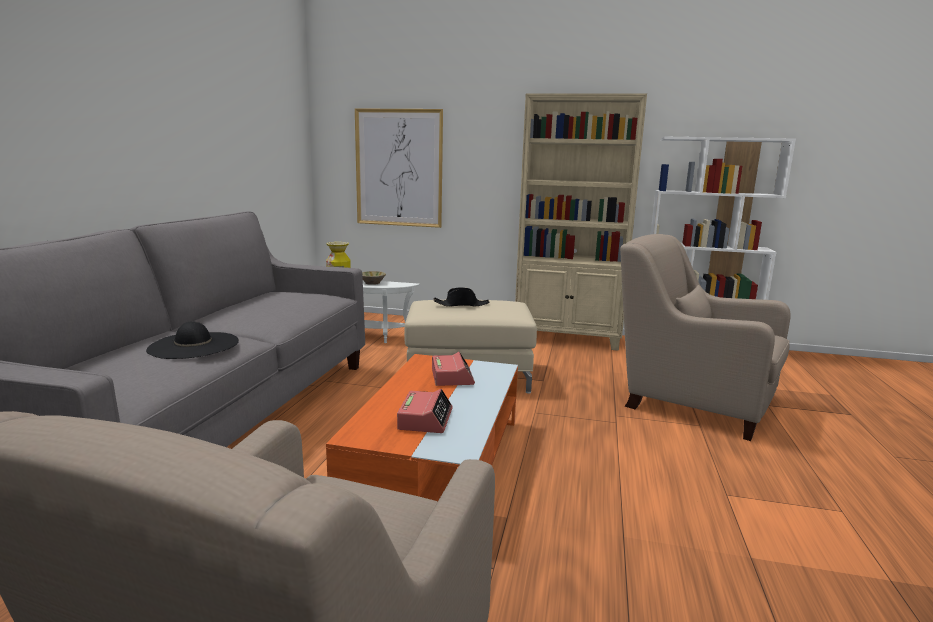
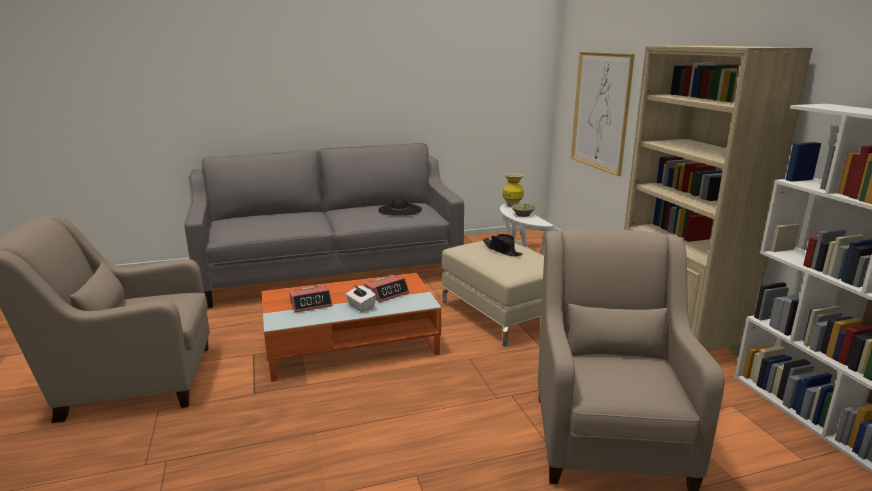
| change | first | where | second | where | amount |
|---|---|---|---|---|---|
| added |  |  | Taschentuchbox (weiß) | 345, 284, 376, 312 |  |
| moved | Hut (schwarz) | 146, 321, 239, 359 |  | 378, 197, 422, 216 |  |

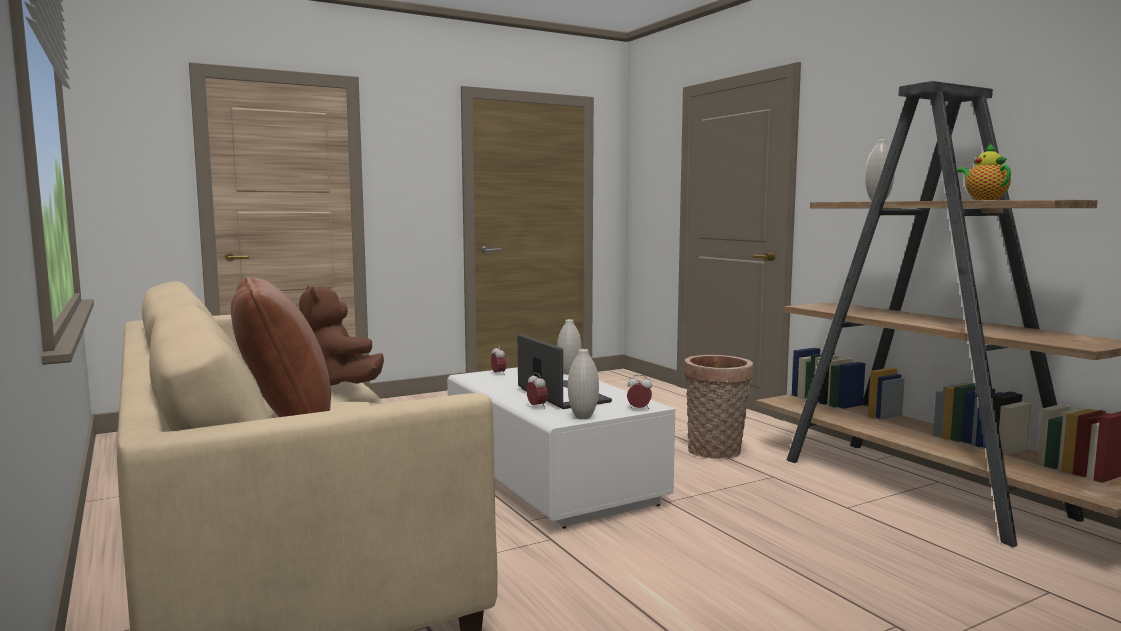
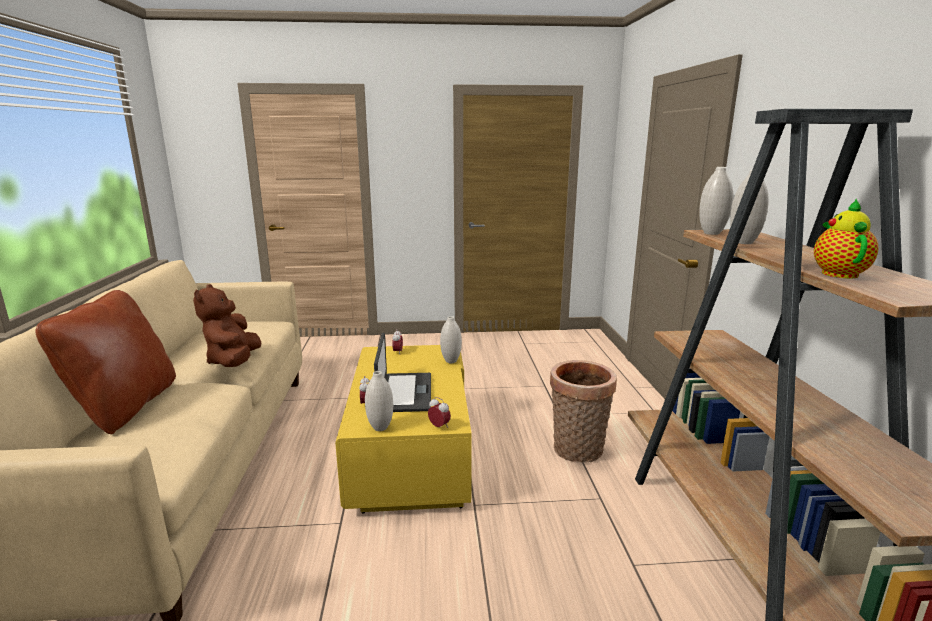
| change | first | where | second | where | amount |
|---|---|---|---|---|---|
| recoloured | Couchtisch (weiß) | 447, 367, 675, 529 | Couchtisch (gelb) | 335, 345, 472, 514 |  |
| added |  |  | Vase (weiß) | 699, 167, 733, 235 |  |

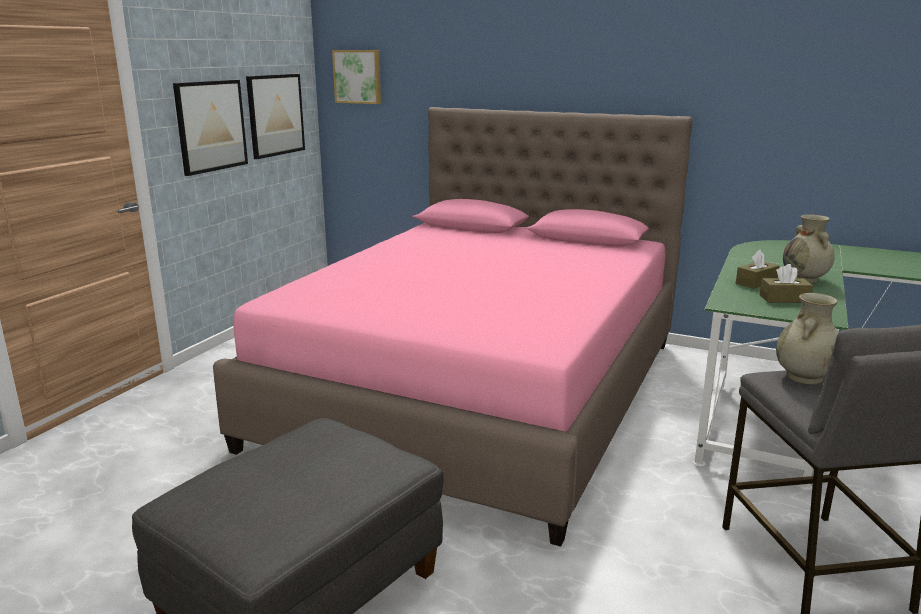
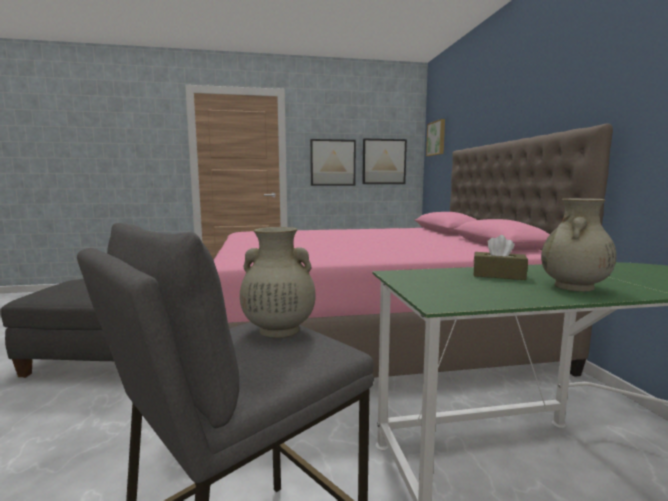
| change | first | where | second | where | amount |
|---|---|---|---|---|---|
| removed | Taschentuchbox (braun) | 760, 264, 813, 303 |  |  |  |

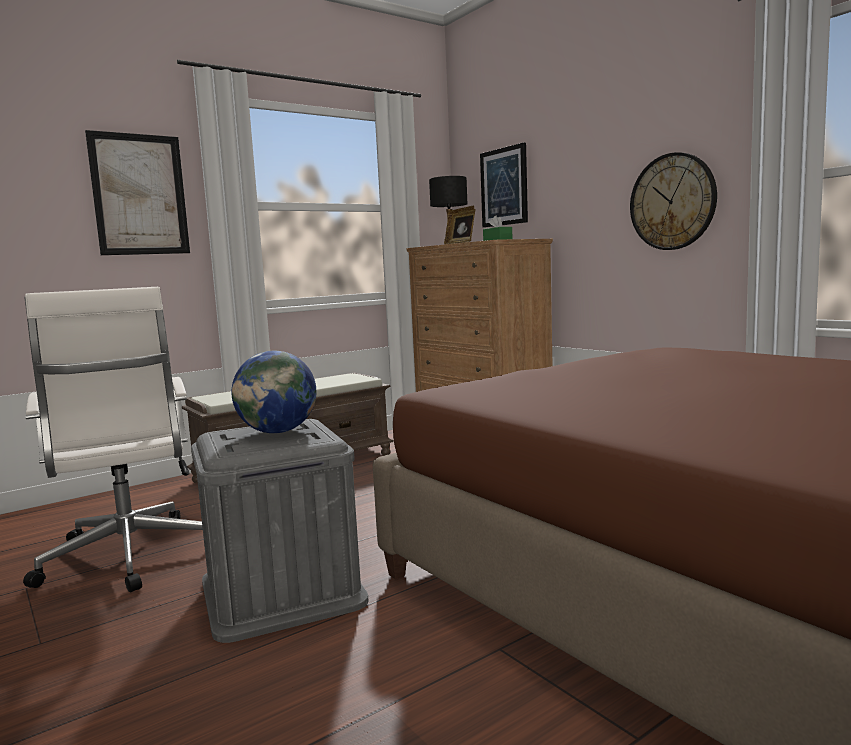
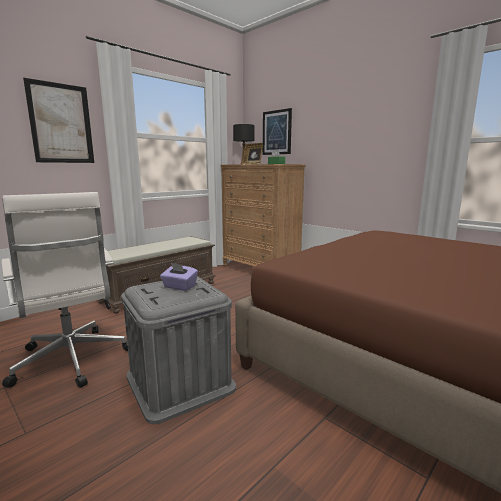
| change | first | where | second | where | amount |
|---|---|---|---|---|---|
| replaced | Globus | 231, 351, 316, 433 | Taschentuchbox (lila) | 160, 263, 198, 291 |  |
| removed | Wanduhr | 630, 152, 717, 250 |  |  |  |

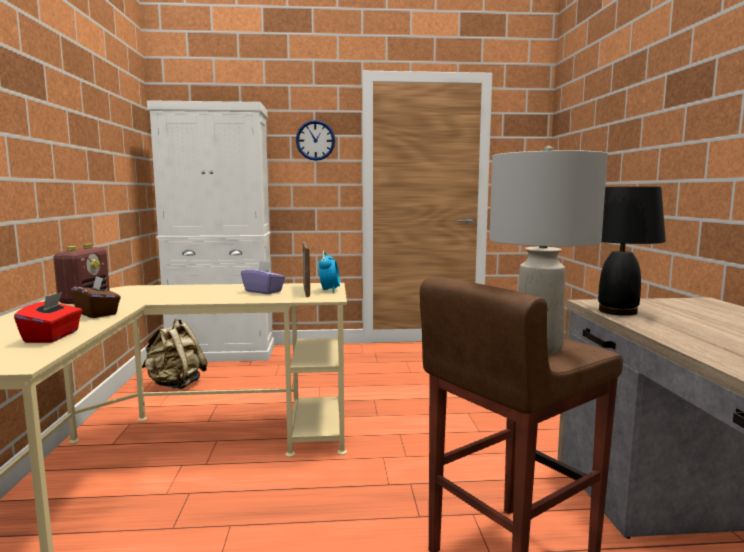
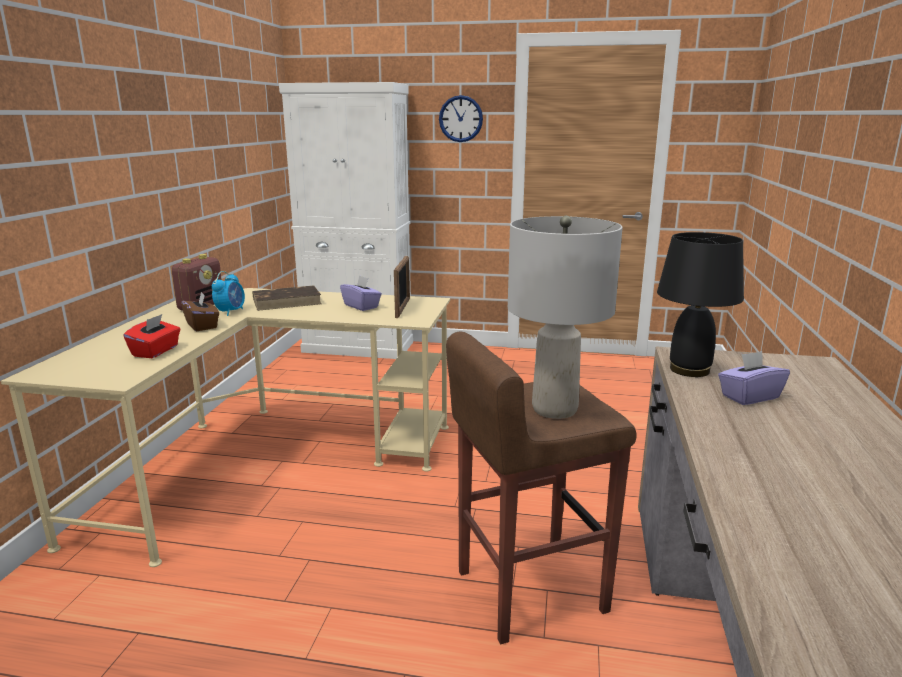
| change | first | where | second | where | amount |
|---|---|---|---|---|---|
| moved | Wecker | 318, 251, 340, 293 |  | 212, 271, 245, 316 |  |
| added |  |  | Buch (braun) | 252, 285, 321, 311 |  |
| added |  |  | Taschentuchbox (lila) | 718, 351, 790, 405 |  |
| removed | Rucksack (beige) | 142, 318, 207, 390 |  |  |  |

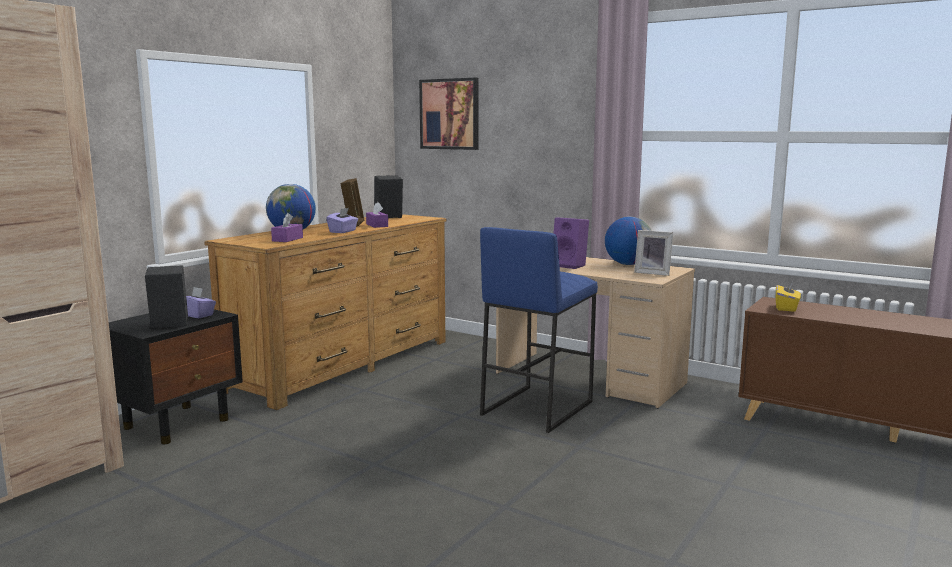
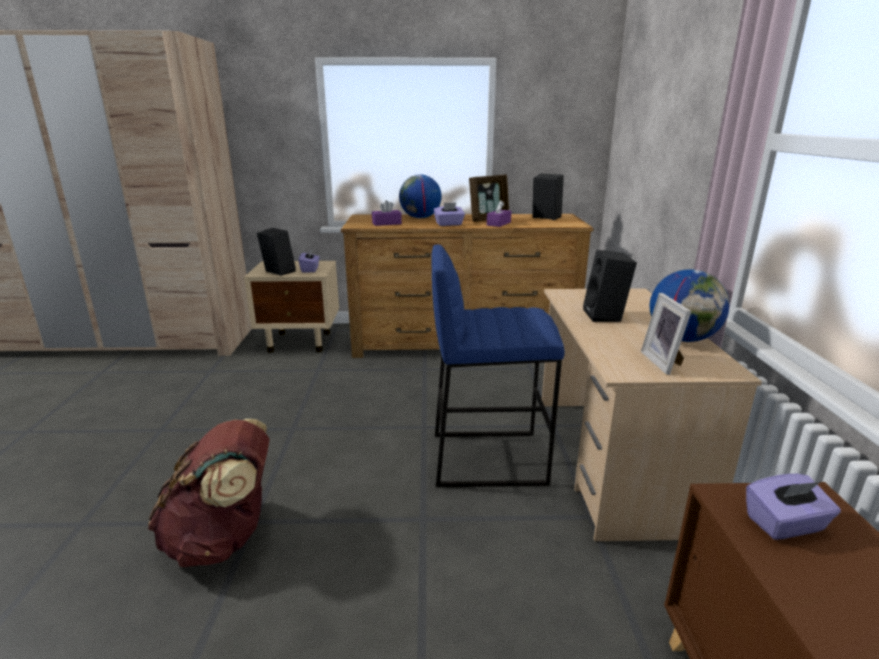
| change | first | where | second | where | amount |
|---|---|---|---|---|---|
| added |  |  | Rucksack (braun) | 148, 419, 270, 567 |  |
| recoloured | Nachttisch (schwarz) | 109, 309, 243, 444 | Nachttisch (beige) | 244, 261, 339, 353 |  |
| recoloured | Lautsprecher (lila) | 554, 217, 589, 269 | Lautsprecher (schwarz) | 583, 250, 637, 322 |  |
| recoloured | Taschentuchbox (gelb) | 776, 280, 801, 312 | Taschentuchbox (lila) | 746, 474, 841, 540 |  |
| removed | Bild | 419, 78, 478, 150 |  |  |  |

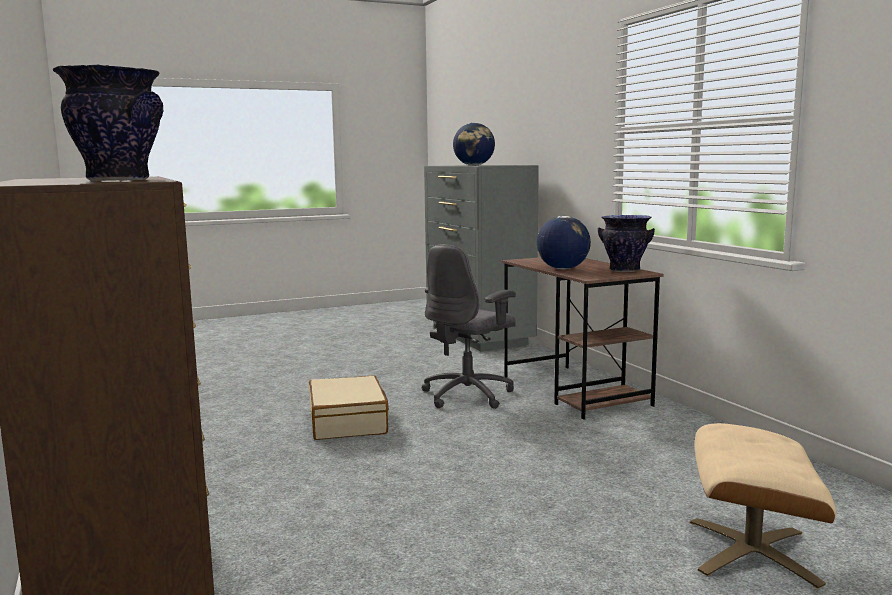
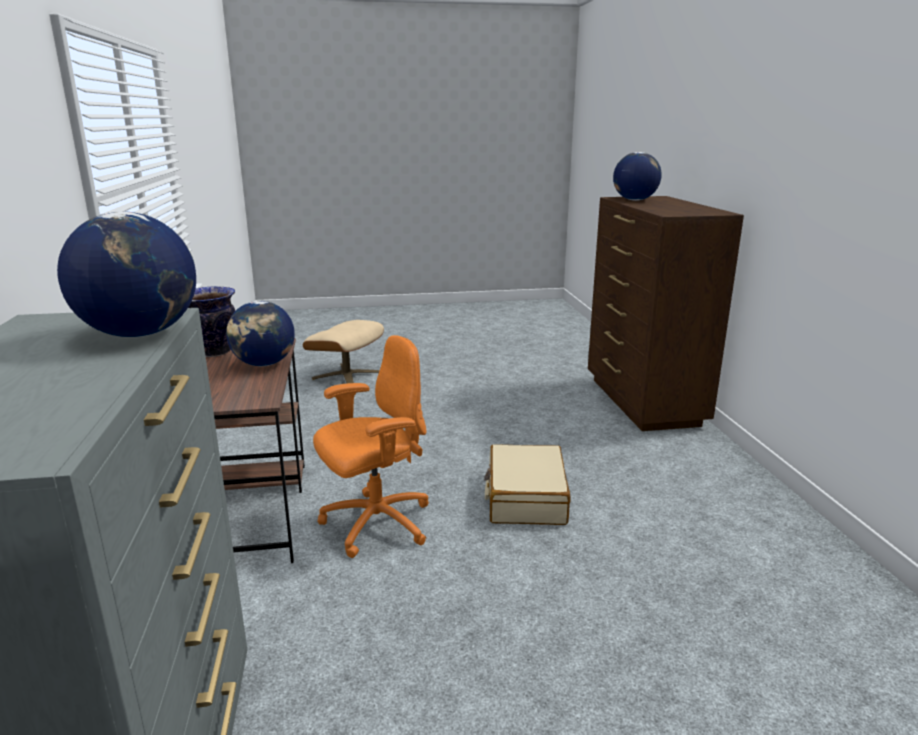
| change | first | where | second | where | amount |
|---|---|---|---|---|---|
| recoloured | Bürostuhl (grau) | 422, 244, 516, 409 | Bürostuhl (orange) | 313, 335, 429, 558 |  |
| replaced | Vase | 52, 65, 163, 181 | Globus | 613, 152, 662, 201 |  |

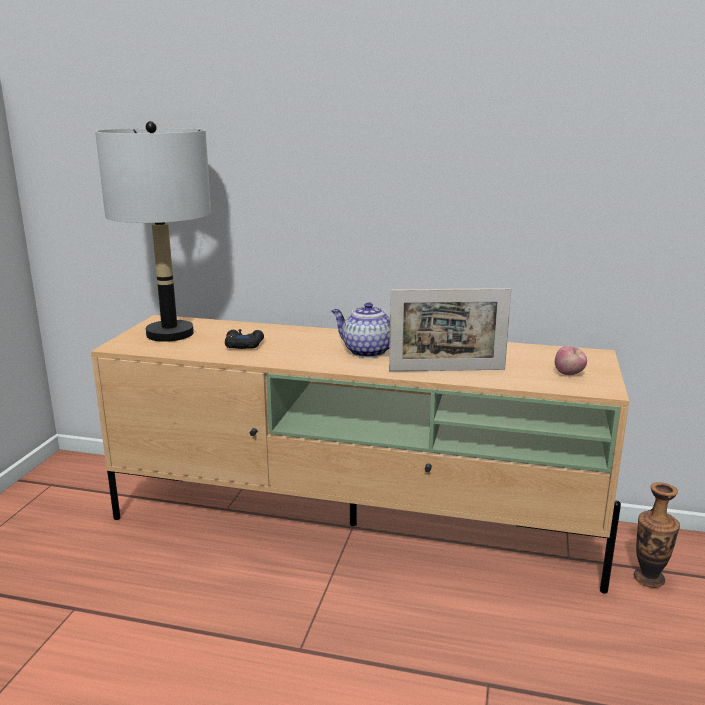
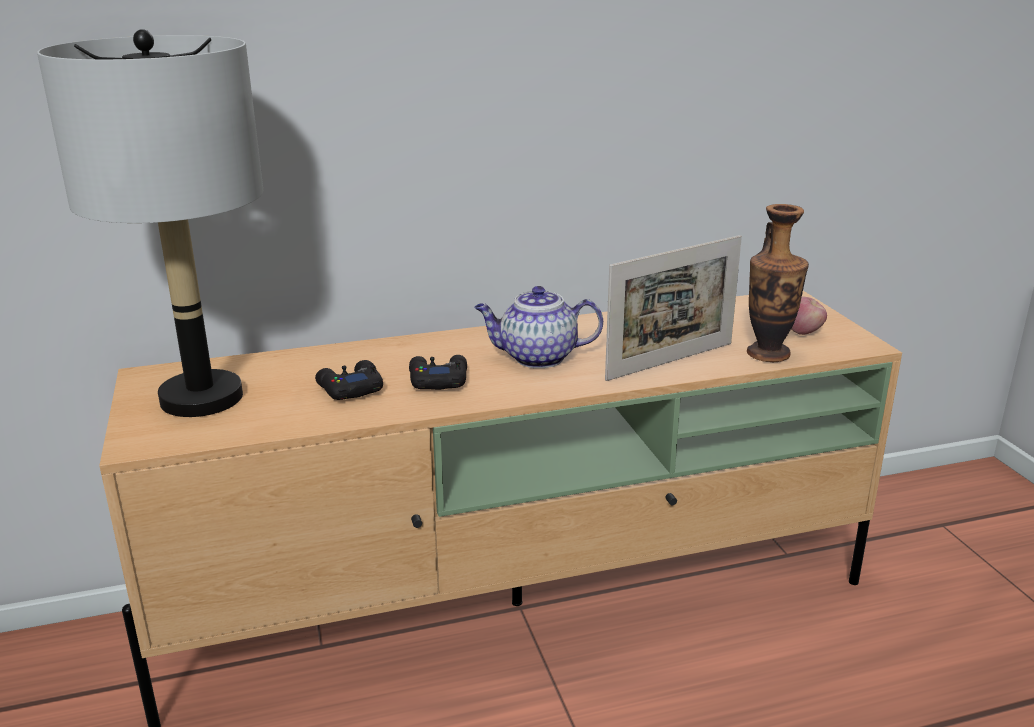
| change | first | where | second | where | amount |
|---|---|---|---|---|---|
| added |  |  | Gamepad (schwarz) | 409, 355, 467, 390 |  |
| moved | Vase | 634, 482, 680, 588 |  | 747, 204, 809, 362 |  |

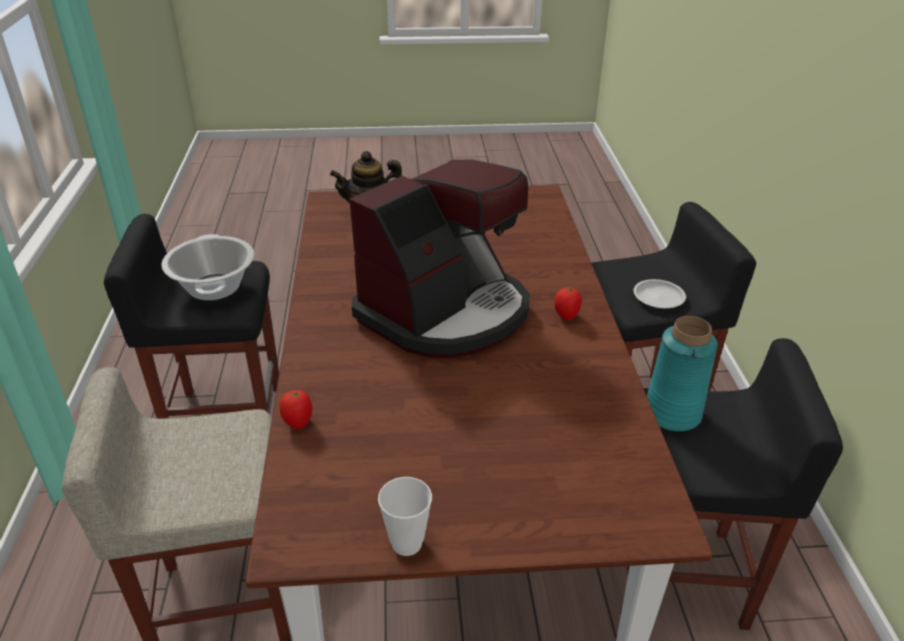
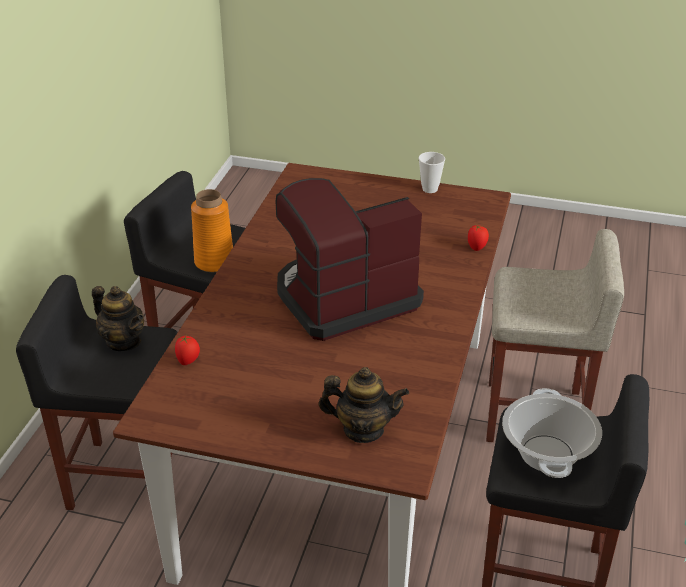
| change | first | where | second | where | amount |
|---|---|---|---|---|---|
| replaced | Teller (weiß) | 634, 279, 686, 308 | Teekanne | 92, 286, 144, 351 |  |
| moved | Tomate | 554, 287, 581, 321 |  | 175, 336, 200, 365 |  |
| recoloured | Vase (türkis) | 647, 316, 718, 432 | Vase (orange) | 191, 189, 233, 272 |  |

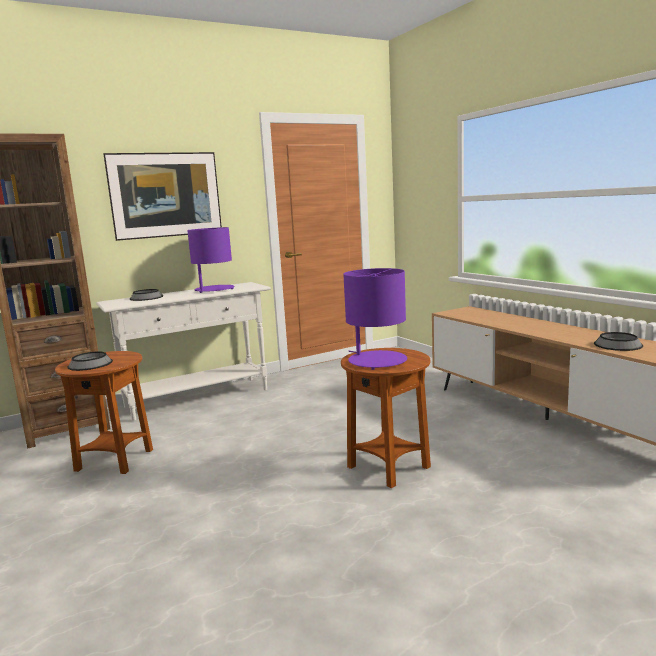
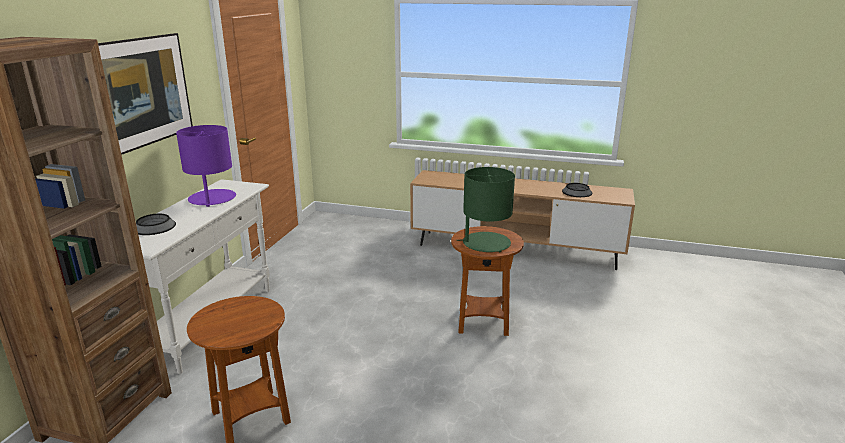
| change | first | where | second | where | amount |
|---|---|---|---|---|---|
| recoloured | Tischlampe (lila) | 343, 268, 407, 370 | Tischlampe (grün) | 456, 167, 515, 252 |  |
| removed | Schüssel | 67, 351, 113, 371 |  |  |  |

